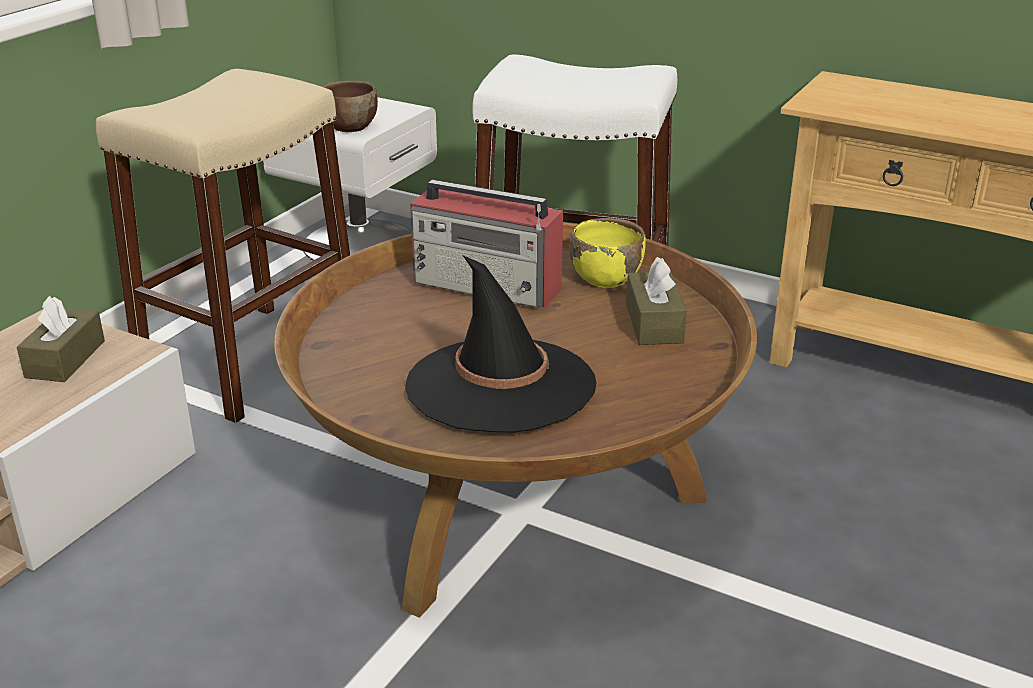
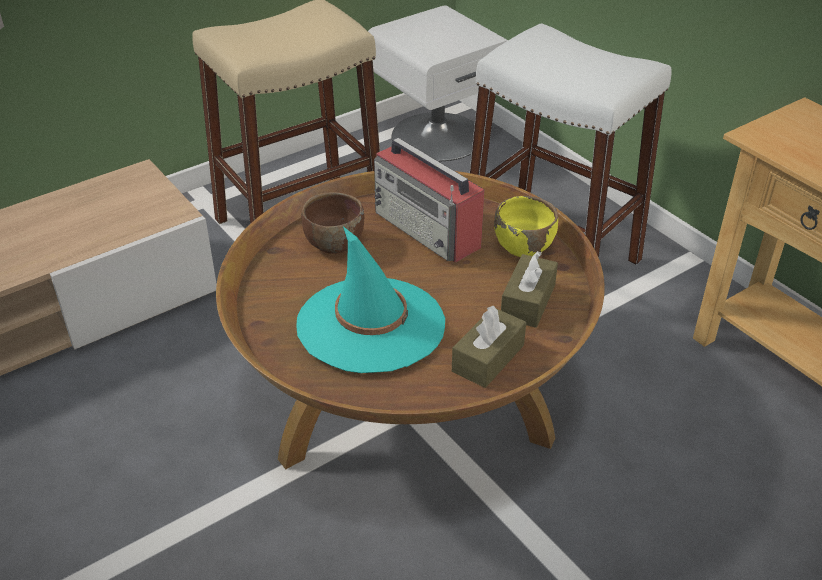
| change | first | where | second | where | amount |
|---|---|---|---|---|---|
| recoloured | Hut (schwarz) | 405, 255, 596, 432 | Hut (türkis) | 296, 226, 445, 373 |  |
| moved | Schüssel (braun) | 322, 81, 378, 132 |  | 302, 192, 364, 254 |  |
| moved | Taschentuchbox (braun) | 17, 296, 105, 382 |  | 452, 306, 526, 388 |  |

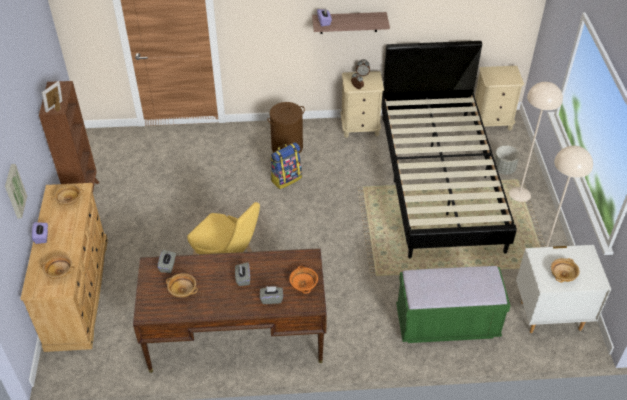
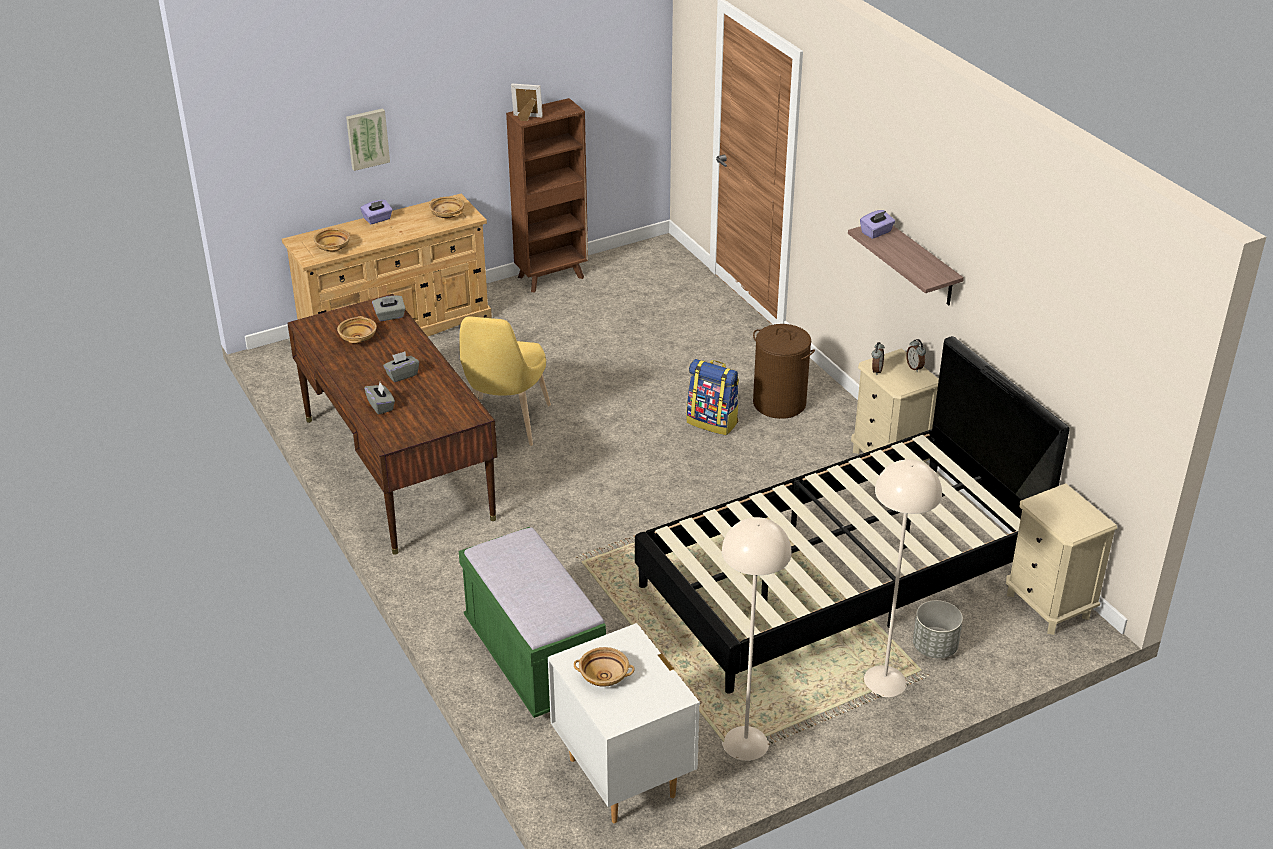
| change | first | where | second | where | amount |
|---|---|---|---|---|---|
| removed | Schüssel (orange) | 289, 266, 318, 294 |  |  |  |

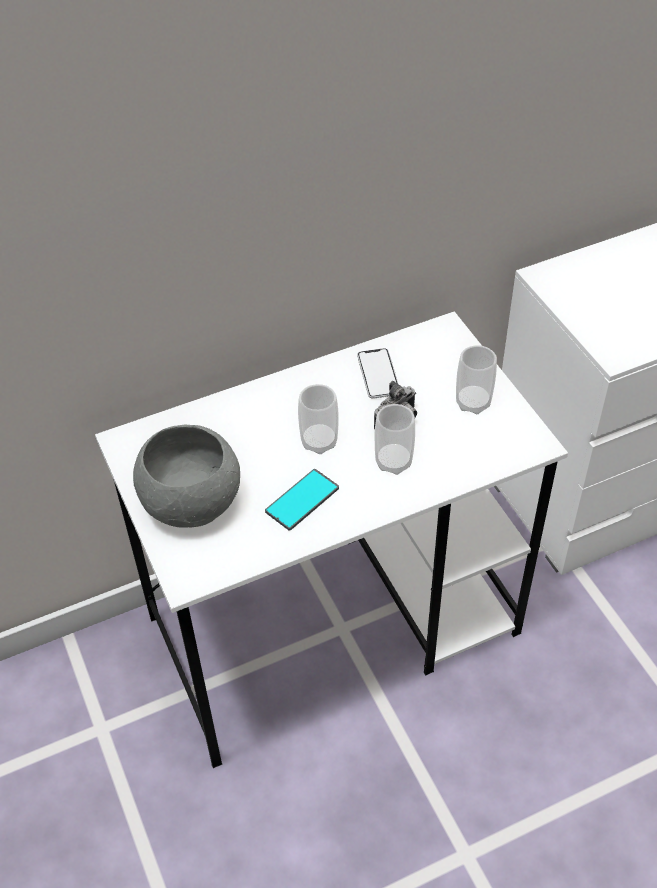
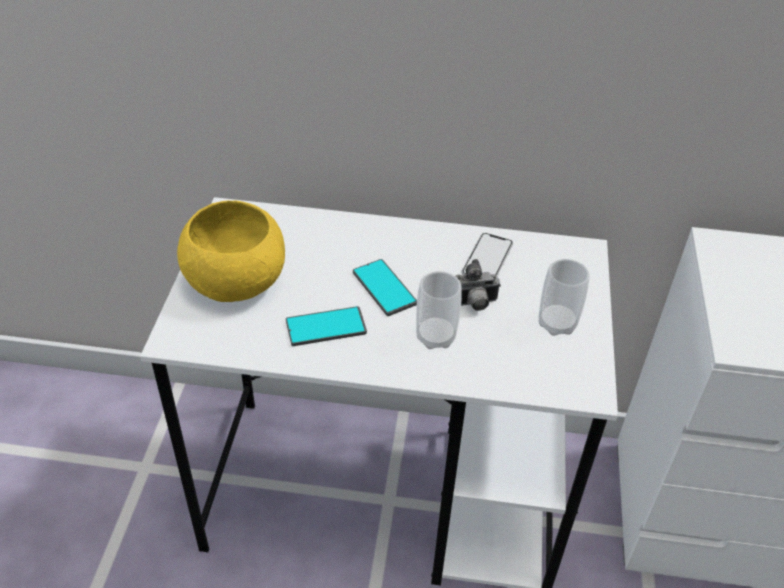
| change | first | where | second | where | amount |
|---|---|---|---|---|---|
| recoloured | Schüssel (grau) | 133, 425, 240, 528 | Schüssel (gelb) | 177, 201, 285, 302 |  |
| replaced | Tasse | 298, 384, 338, 454 | Handy | 353, 259, 417, 316 |  |

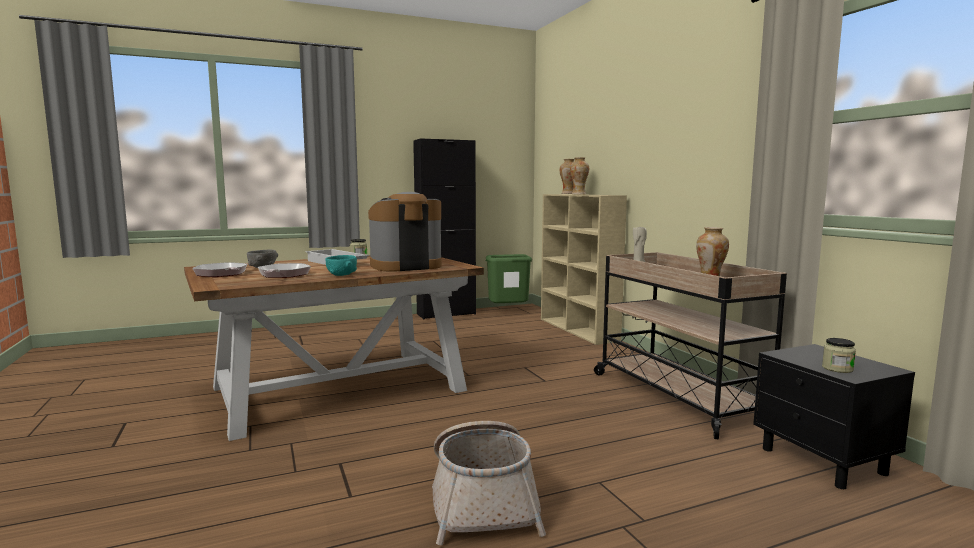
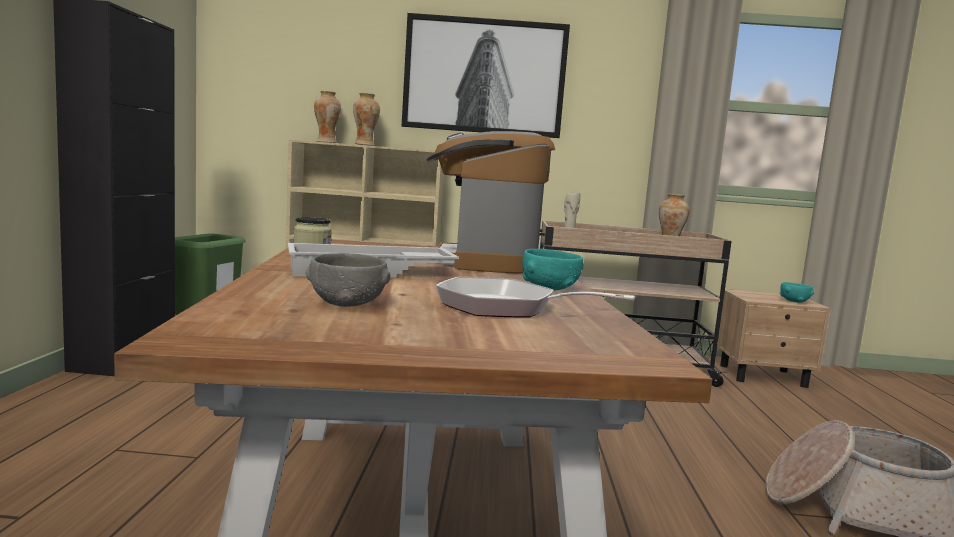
| change | first | where | second | where | amount |
|---|---|---|---|---|---|
| added |  |  | Bild | 402, 13, 570, 138 |  |
| recoloured | Nachttisch (schwarz) | 753, 344, 915, 489 | Nachttisch (beige) | 717, 289, 831, 388 |  |
| replaced | Vorratsglas | 822, 338, 856, 373 | Schüssel (türkis) | 780, 282, 814, 303 |  |
| removed | Pfanne | 192, 262, 247, 277 |  |  |  |

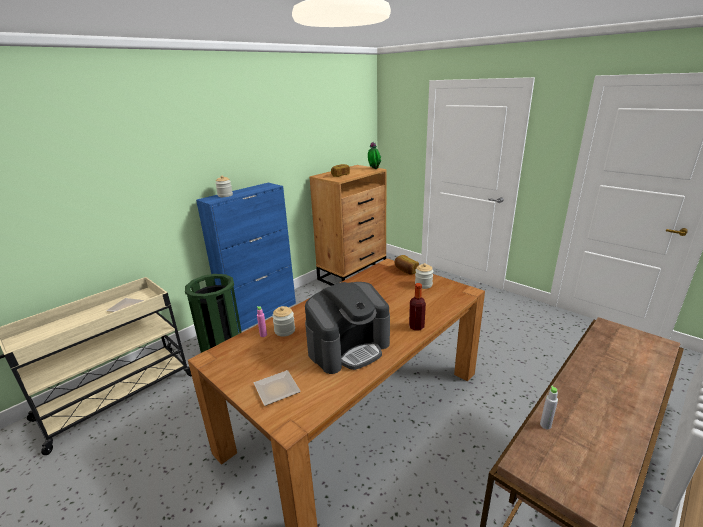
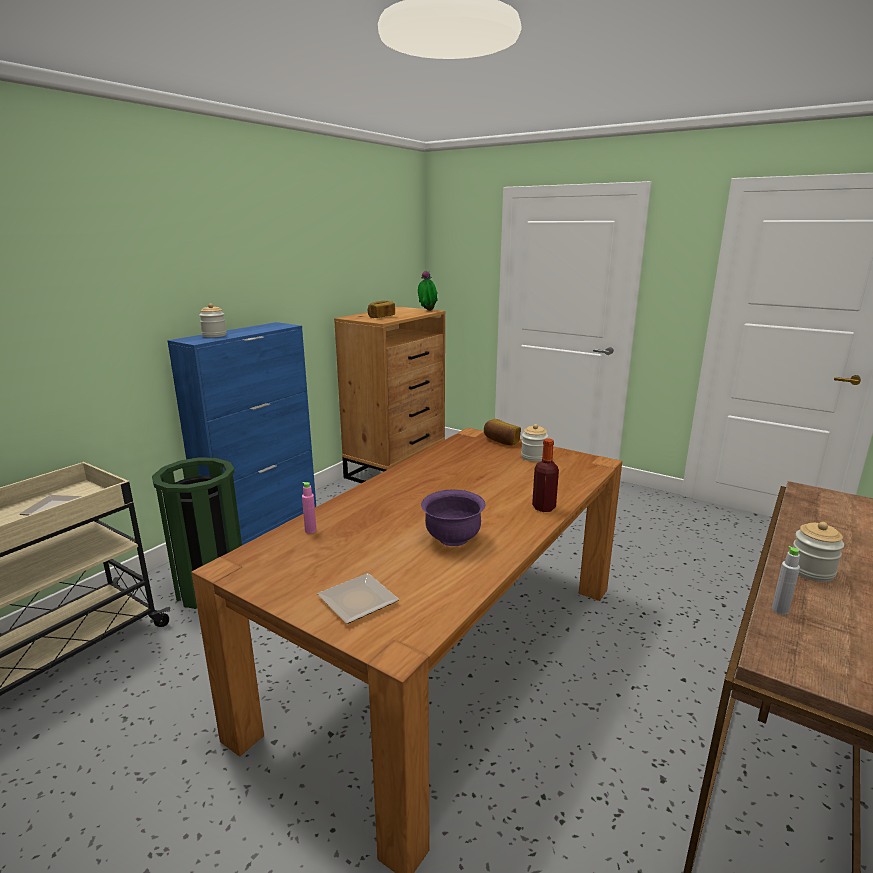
| change | first | where | second | where | amount |
|---|---|---|---|---|---|
| replaced | Kaffeemaschine | 305, 282, 390, 374 | Schüssel (lila) | 421, 490, 485, 546 |  |
| moved | Vorratsglas | 272, 306, 295, 337 |  | 793, 522, 844, 582 |  |

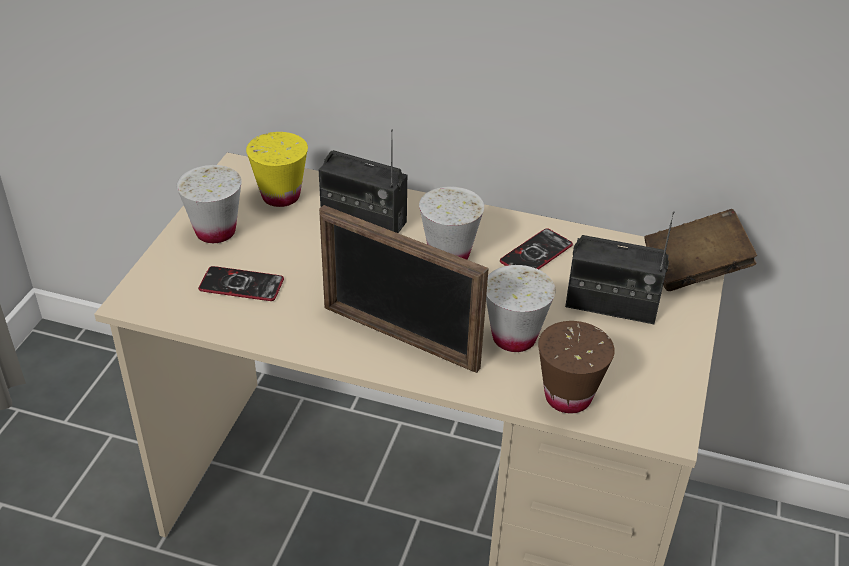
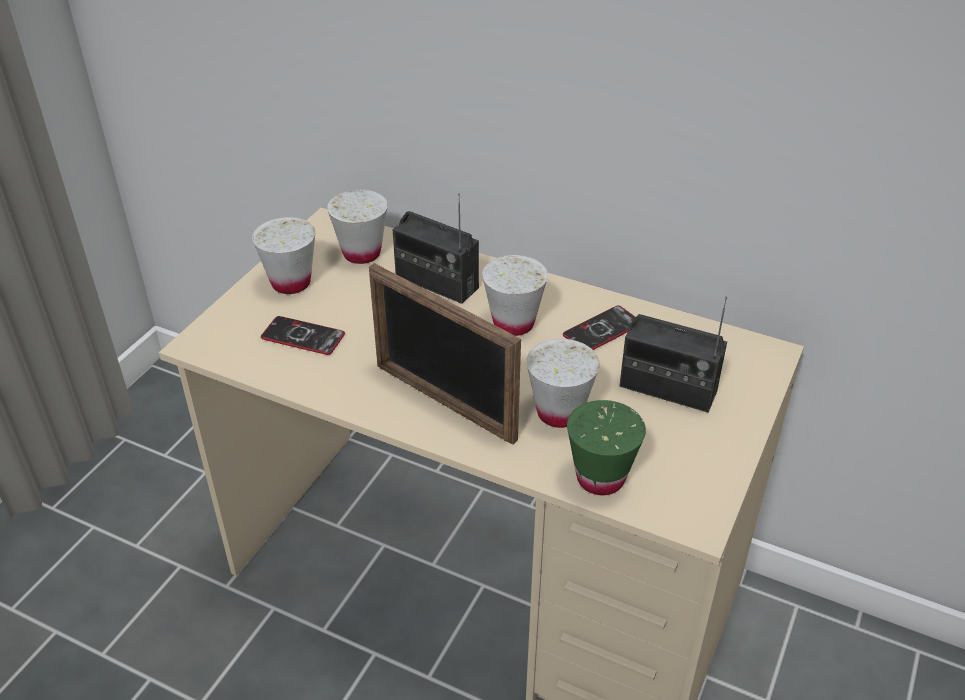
| change | first | where | second | where | amount |
|---|---|---|---|---|---|
| recoloured | Tasse (gelb) | 246, 132, 308, 207 | Tasse (weiß) | 327, 190, 388, 264 |  |
| recoloured | Tasse (braun) | 538, 321, 615, 413 | Tasse (grün) | 567, 400, 646, 495 |  |
| removed | Buch (braun) | 645, 209, 757, 291 |  |  |  |

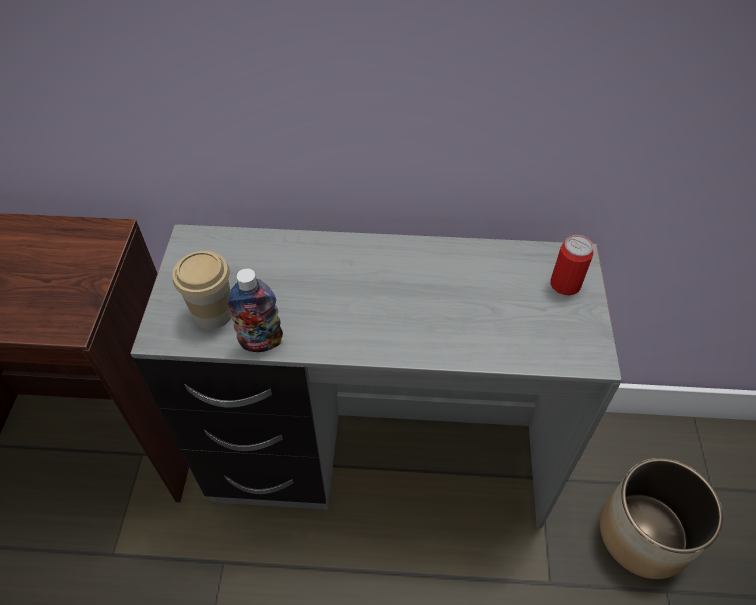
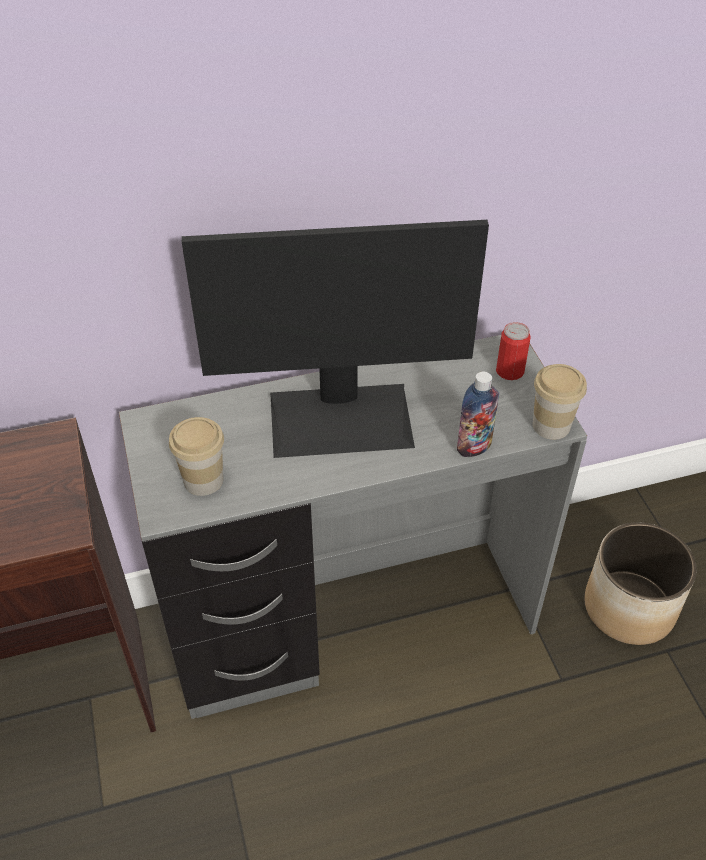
| change | first | where | second | where | amount |
|---|---|---|---|---|---|
| added |  |  | Monitor | 182, 220, 489, 458 |  |
| moved | Flasche | 227, 269, 283, 352 |  | 457, 372, 499, 457 |  |
| added |  |  | Tasse | 533, 364, 587, 440 |  |

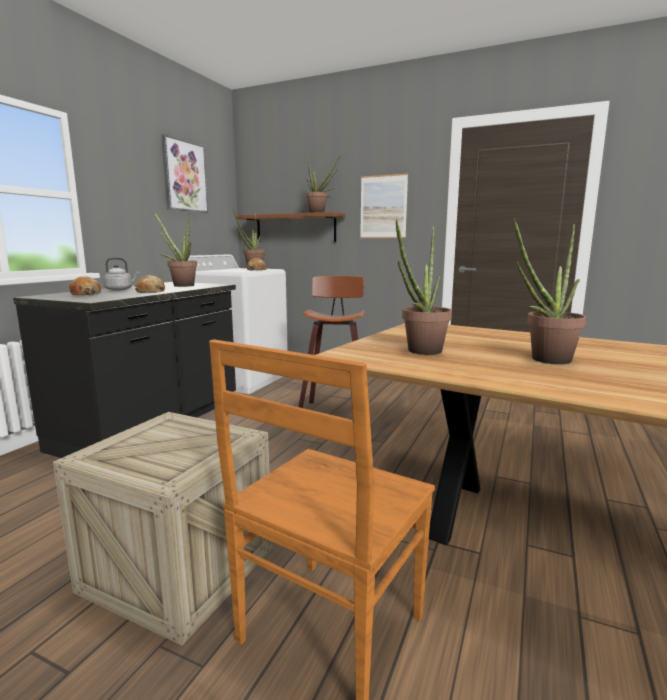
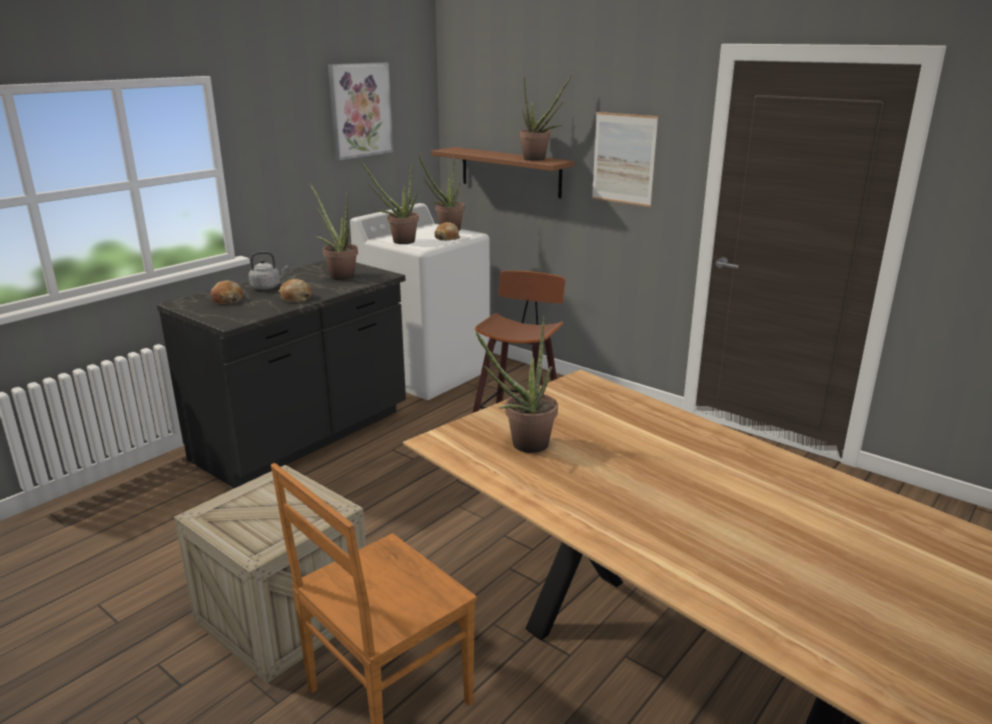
| change | first | where | second | where | amount |
|---|---|---|---|---|---|
| moved | Topfpflanze | 514, 218, 587, 364 |  | 361, 161, 419, 244 |  |

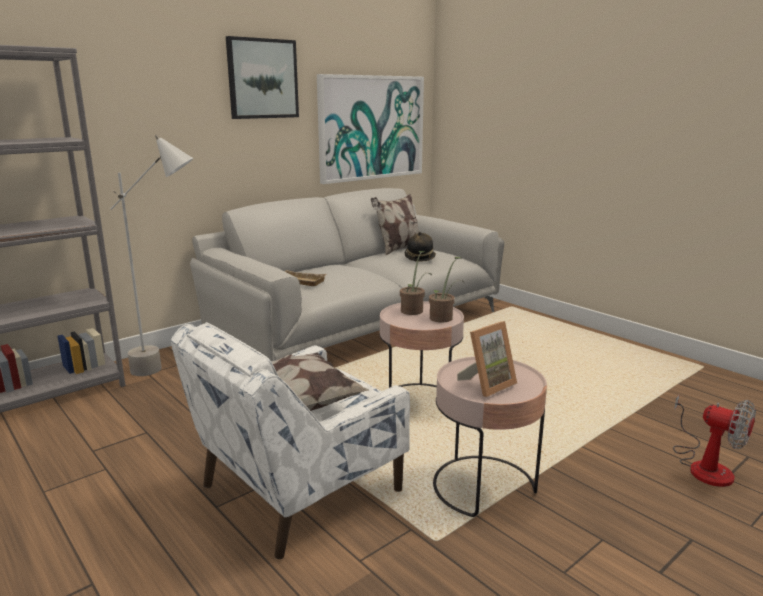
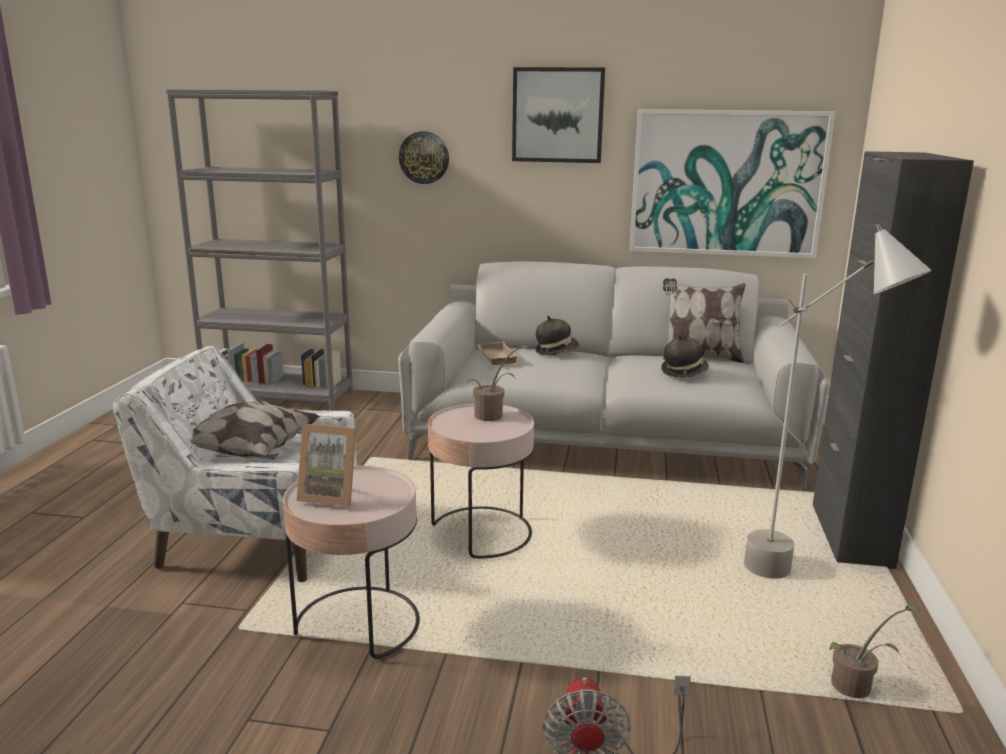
| change | first | where | second | where | amount |
|---|---|---|---|---|---|
| added |  |  | Wanduhr | 399, 131, 449, 184 |  |
| added |  |  | Hut | 536, 316, 579, 356 |  |
| moved | Stehlampe (grau) | 111, 135, 193, 376 |  | 744, 224, 931, 579 |  |
| added |  |  | Schrank (schwarz) | 813, 151, 974, 569 |  |
| moved | Topfpflanze | 429, 257, 464, 323 |  | 830, 605, 922, 698 |  |

